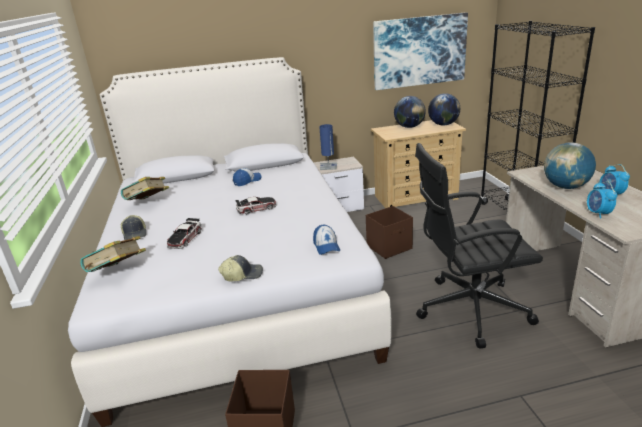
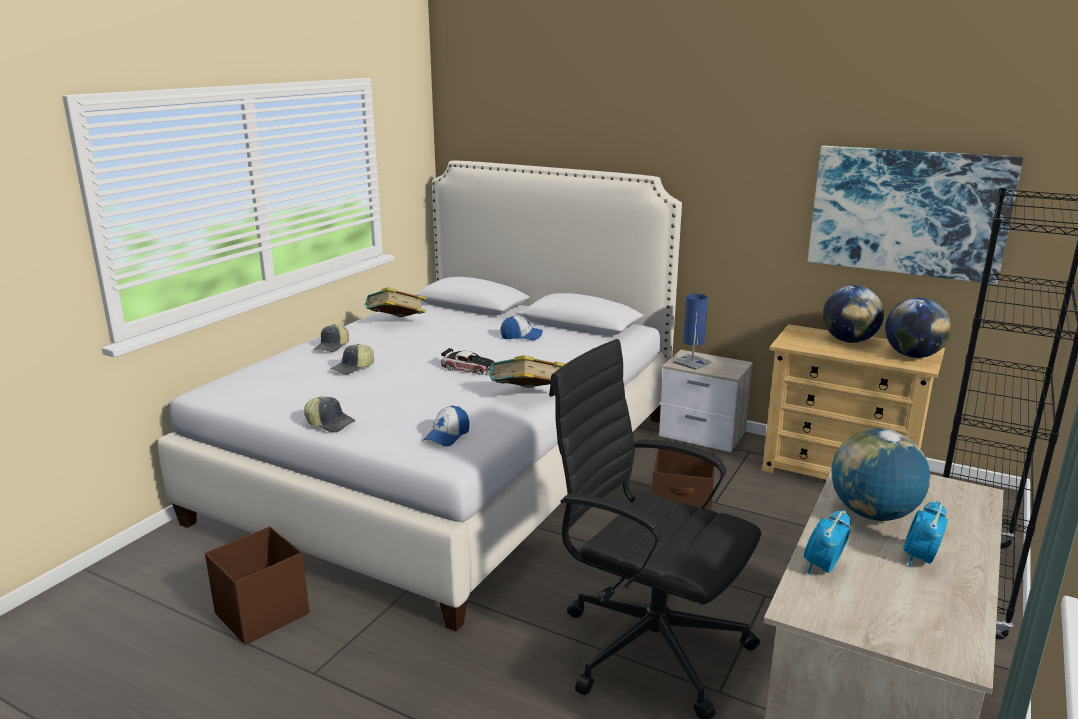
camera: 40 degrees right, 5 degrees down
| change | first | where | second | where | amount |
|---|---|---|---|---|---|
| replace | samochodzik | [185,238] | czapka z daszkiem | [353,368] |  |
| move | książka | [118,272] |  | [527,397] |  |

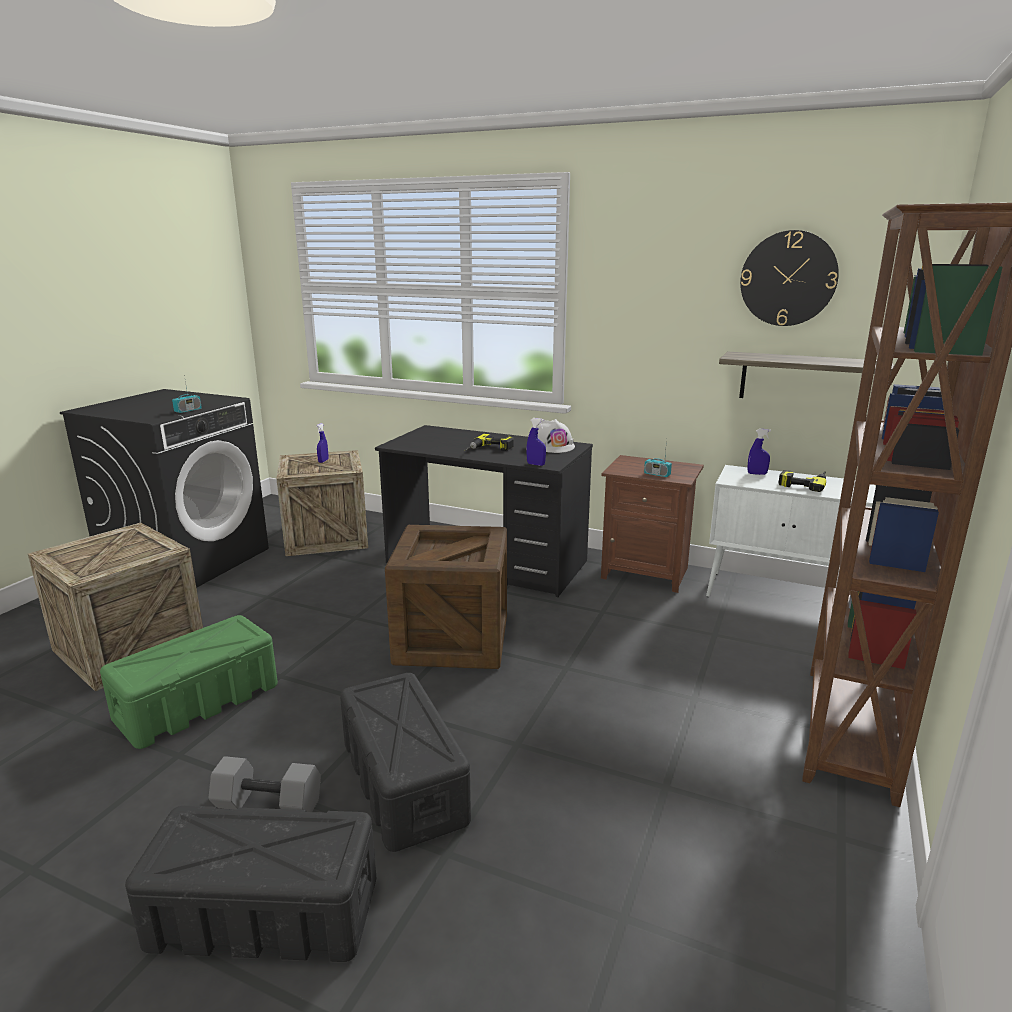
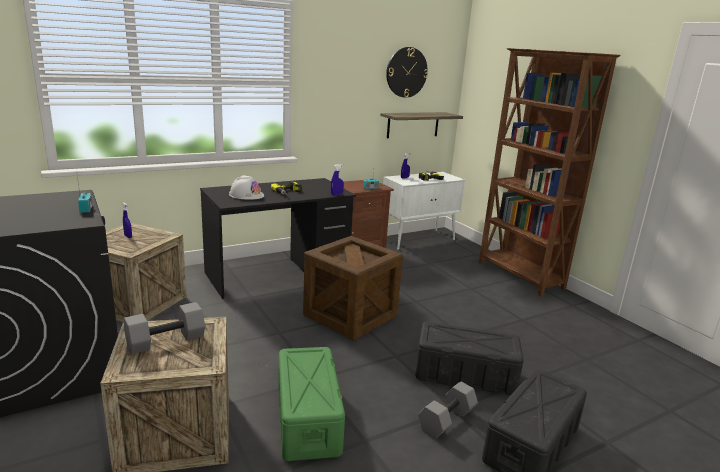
camera: 55 degrees left, 0 degrees up
| change | first | where | second | where | amount |
|---|---|---|---|---|---|
| move | kask [biały] | [552,446] |  | [246,195] |  |
| insert |  |  | hantel [szary] | [166,340] |  |

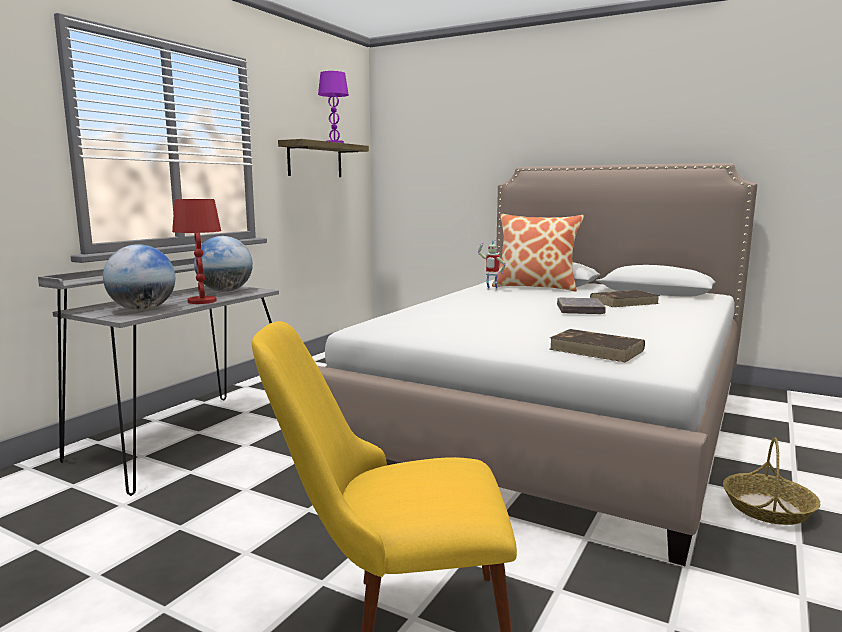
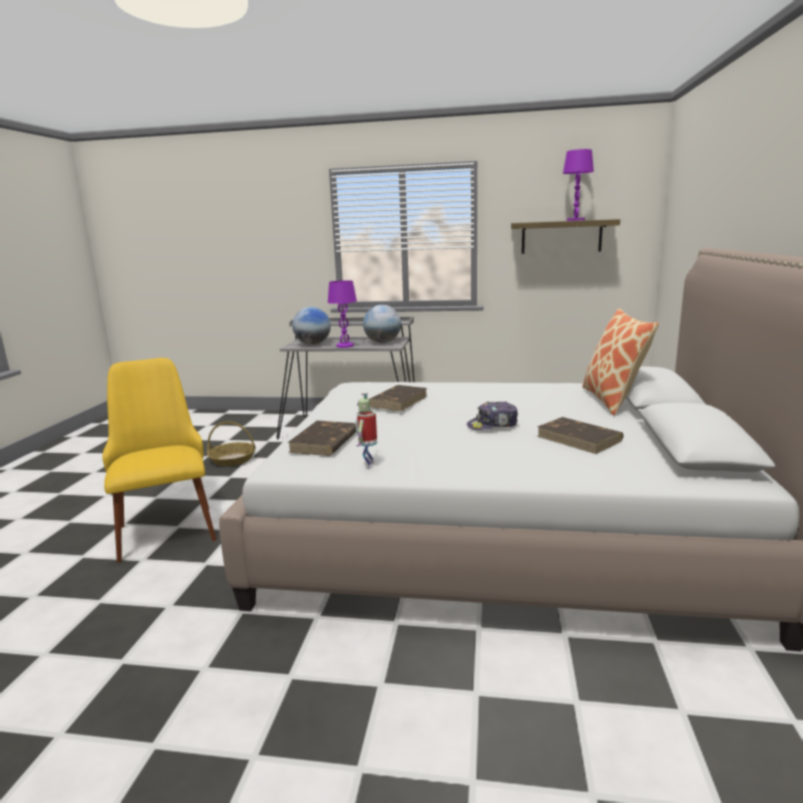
camera: 70 degrees right, 5 degrees up
| change | first | where | second | where | amount |
|---|---|---|---|---|---|
| recolor | lampa stołowa [czerwony] | [202,301] | lampa stołowa [fioletowy] | [345,346] |  |
| move | robot zabawkowy | [491,290] |  | [368,464] |  |
| replace | książka [szary] | [580,310] | czapka z daszkiem | [493,425] |  |
| move | koszyk | [767,508] |  | [233,459] |  |
| insert |  |  | książka [brązowy] | [398,401] |  |

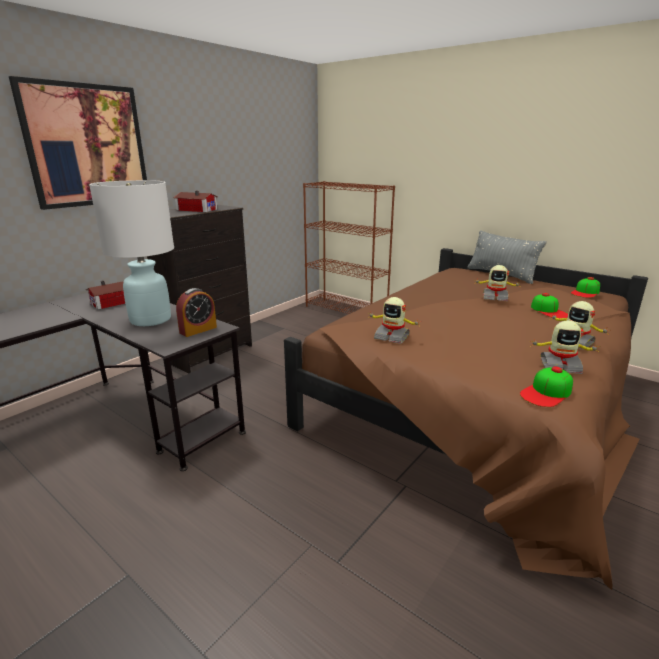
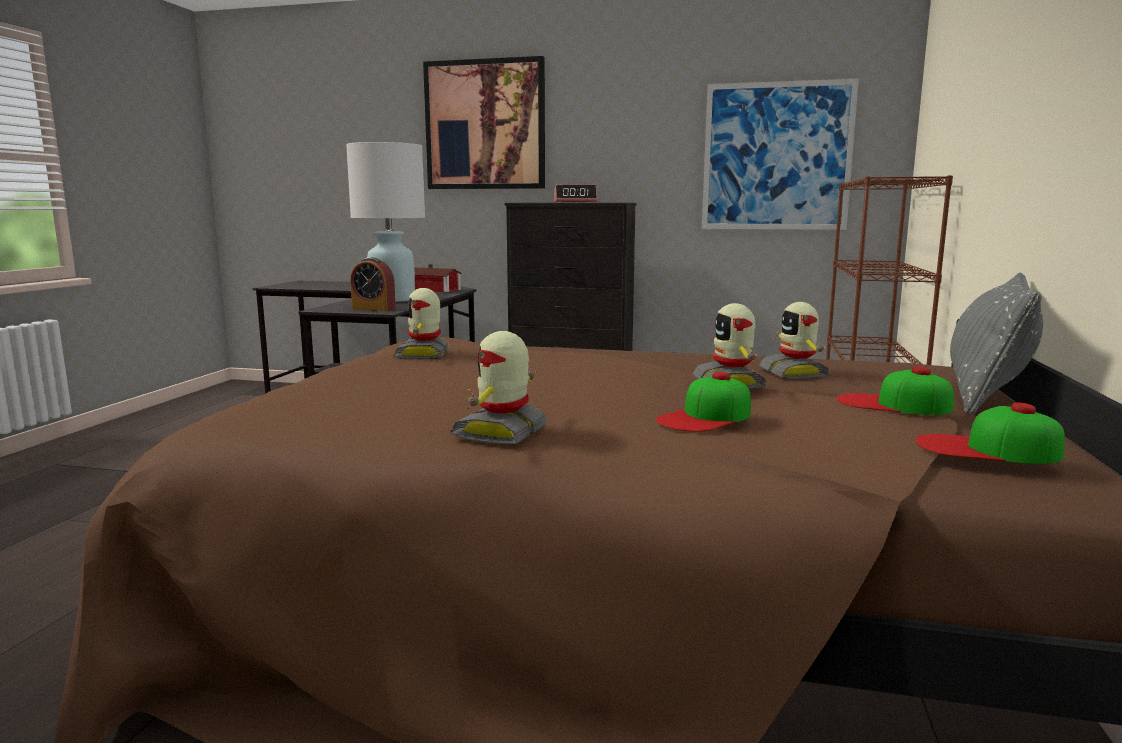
camera: 65 degrees right, 10 degrees down
| change | first | where | second | where | amount |
|---|---|---|---|---|---|
| replace | domek | [196,209] | budzik | [575,202] |  |
| move | robot zabawkowy | [559,365] |  | [794,373] |  |
| move | czapka z daszkiem | [546,392] |  | [892,404] |  |
| insert |  |  | obraz | [776,157] |  |

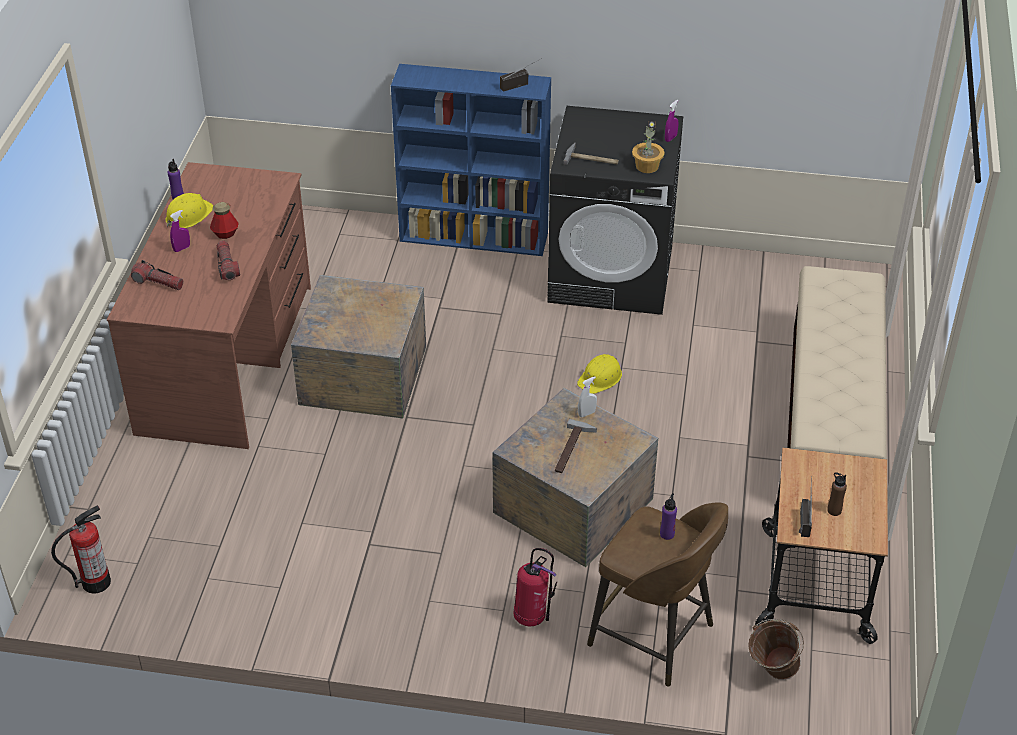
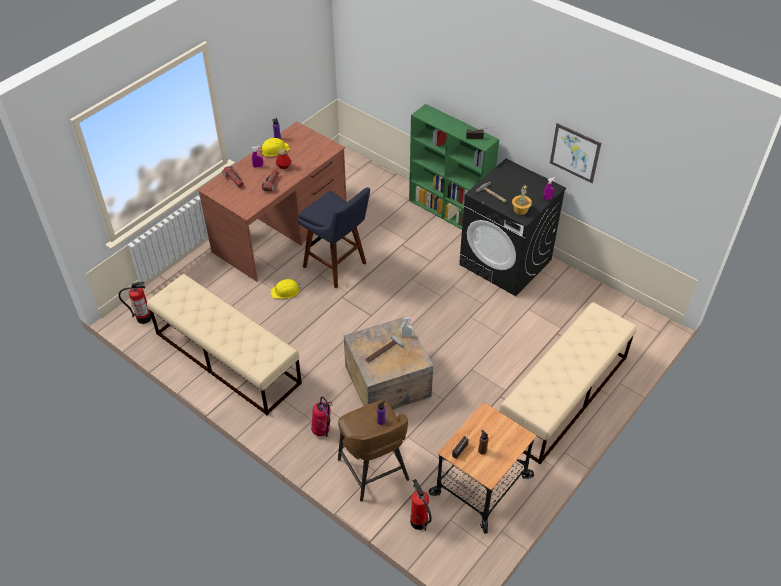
camera: 30 degrees right, 5 degrees up
| change | first | where | second | where | amount |
|---|---|---|---|---|---|
| recolor | regał [niebieski] | [475,237] | regał [zielony] | [449,213] |  |
| replace | skrzynka | [364,376] | stołek [niebieski] | [337,267] |  |
| move | kask [żółty] | [600,378] |  | [285,291] |  |
| replace | wiadro [brązowy] | [771,673] | gaśnica | [419,522] |  |
| insert |  |  | obraz | [575,153] |  |
| insert |  |  | ławka [beżowy] | [227,358] |  |

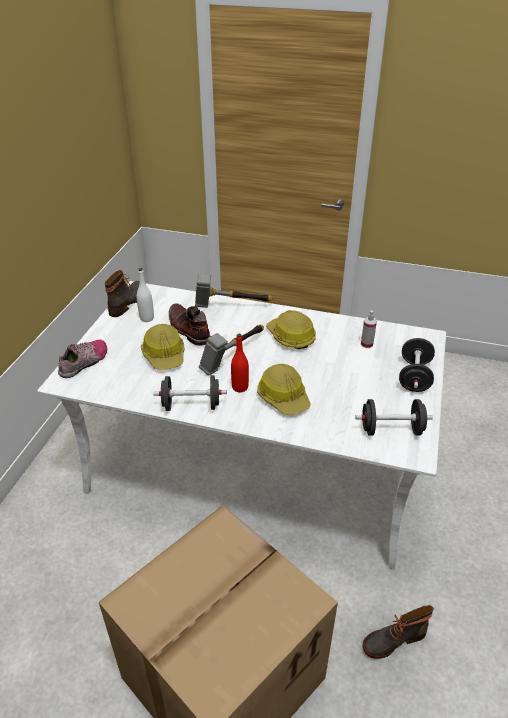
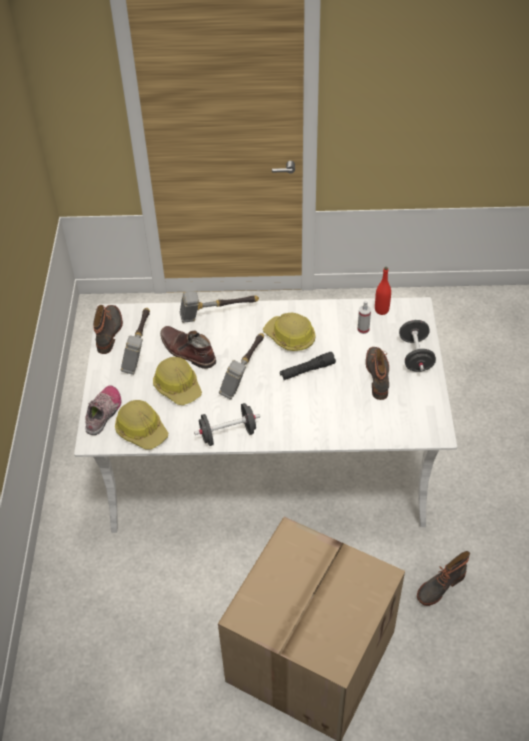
camera: 15 degrees left, 10 degrees up
| change | first | where | second | where | amount |
|---|---|---|---|---|---|
| replace | butelka [biały] | [147,318] | młotek | [139,348] |  |
| move | butelka [czerwony] | [240,387] |  | [381,310] |  |
| move | kask | [283,397] |  | [141,430] |  |
| delete | hantel [czarny] | [391,430] |  |  |  |
| insert |  |  | but z cholewką | [378,375] |  |
| insert |  |  | latarka [czarny] | [307,370] |  |

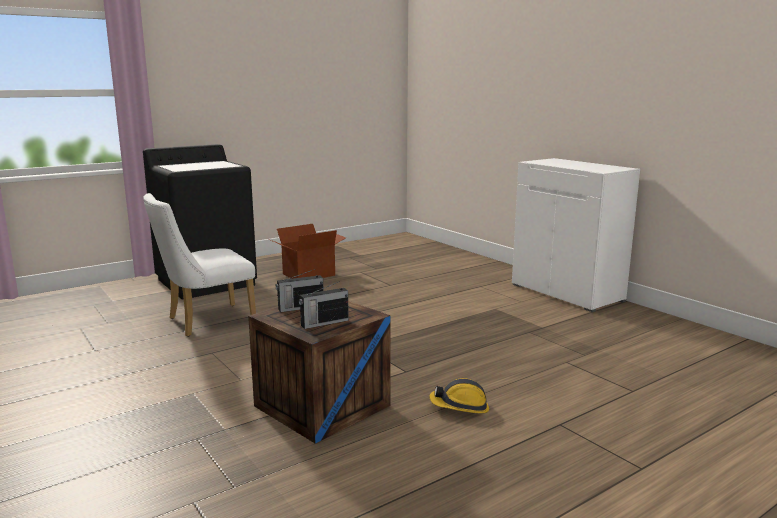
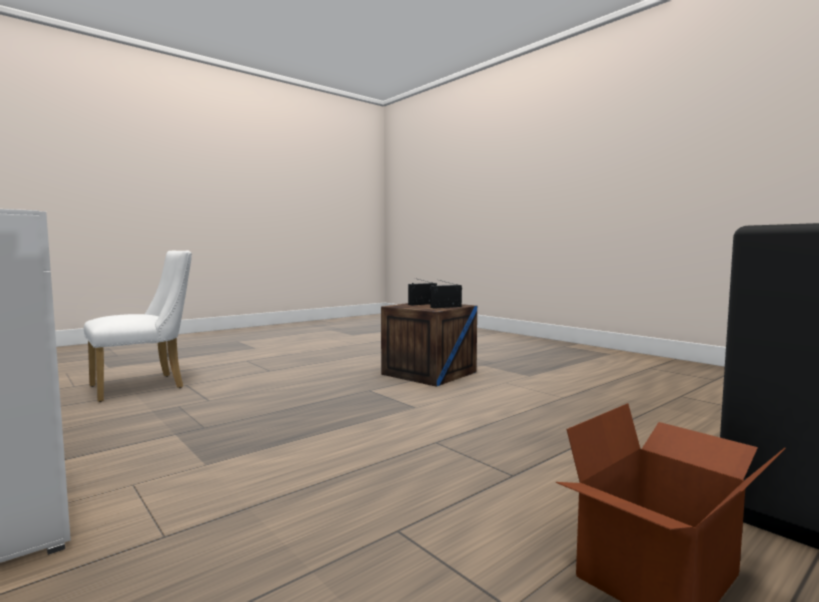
camera: 175 degrees right, 10 degrees down
| change | first | where | second | where | amount |
|---|---|---|---|---|---|
| move | krzesło [biały] | [205,322] |  | [145,386] |  |
| delete | kask | [460,406] |  |  |  |

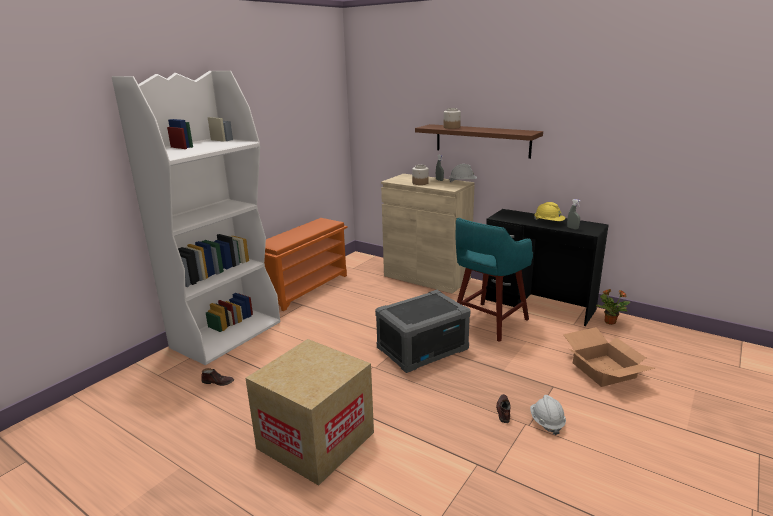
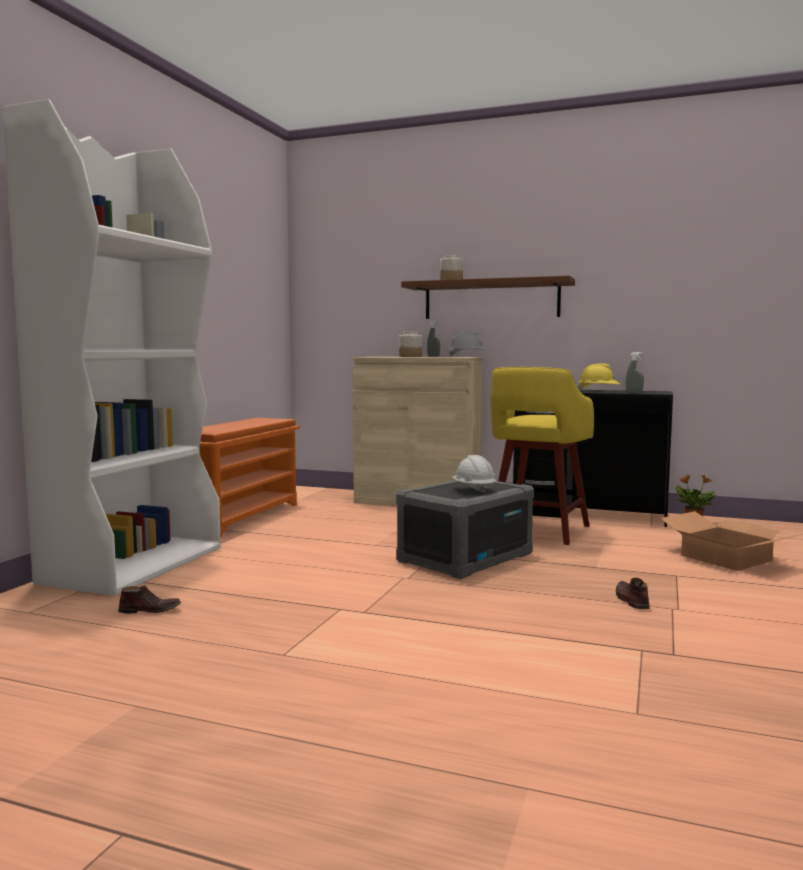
camera: 15 degrees left, 15 degrees down
| change | first | where | second | where | amount |
|---|---|---|---|---|---|
| recolor | stołek [turkusowy] | [488,322] | stołek [żółty] | [537,531] |  |
| delete | karton | [316,440] |  |  |  |
| move | kask [biały] | [546,422] |  | [473,490] |  |

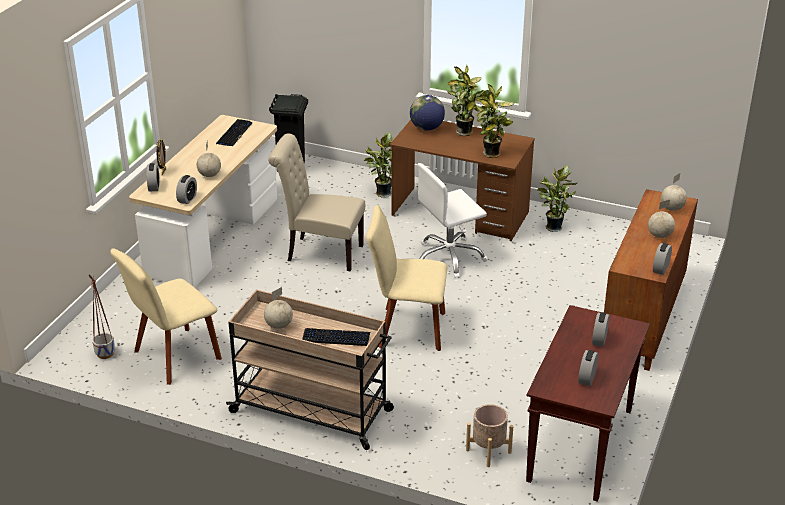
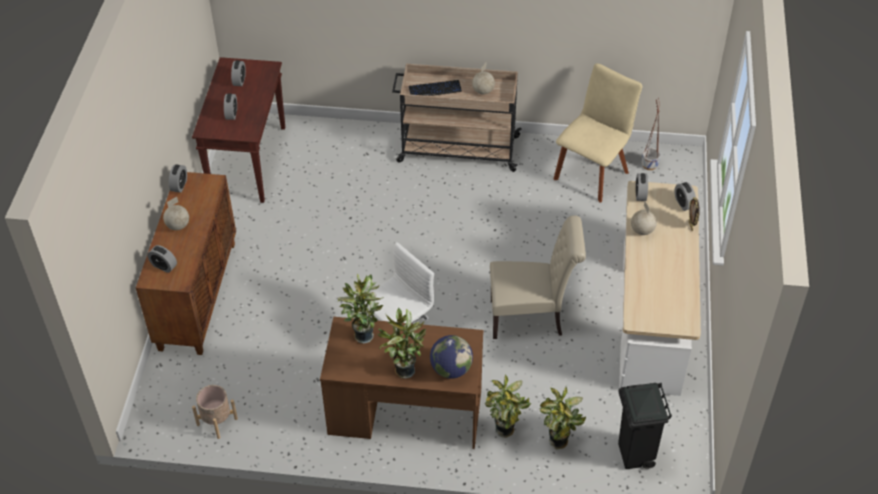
camera: 165 degrees right, 15 degrees up
| change | first | where | second | where | amount |
|---|---|---|---|---|---|
| delete | klawiatura | [234,133] |  |  |  |
| move | roślina doniczkowa | [553,227] |  | [559,443] |  |
| replace | globus | [671,208] | budzik | [164,266] |  |
| delete | krzesło [beżowy] | [407,329] |  |  |  |
| move | donica [beżowy] | [488,451] |  | [217,421] |  |

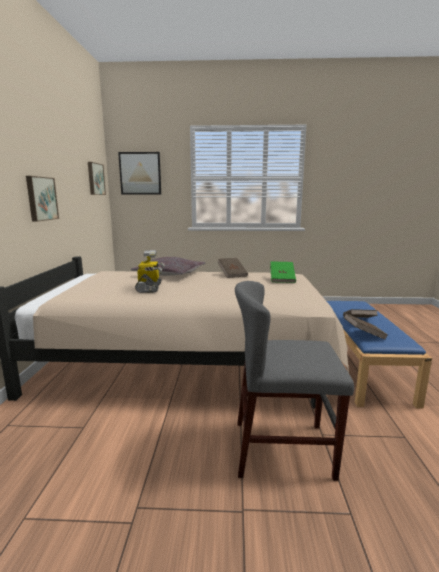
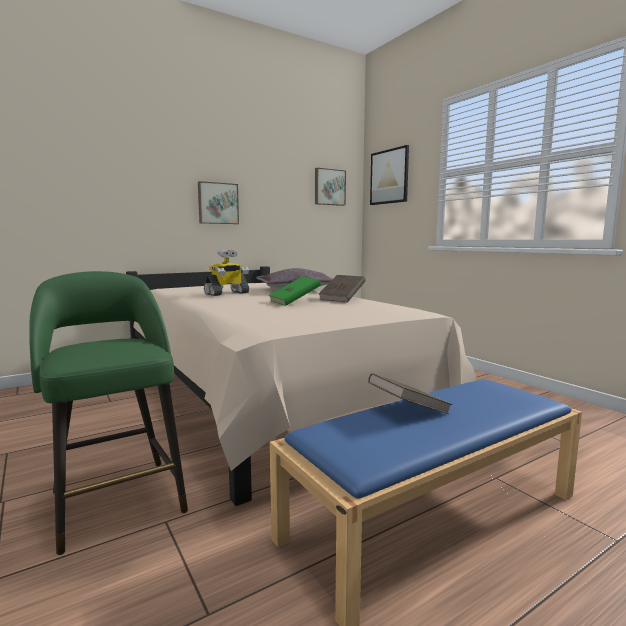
camera: 55 degrees right, 5 degrees down
| change | first | where | second | where | amount |
|---|---|---|---|---|---|
| move | książka [zielony] | [282,279] |  | [294,302] |  |
| replace | krzesło [szary] | [282,449] | stołek [zielony] | [117,499] |  |
| delete | książka [brązowy] | [364,335] |  |  |  |

